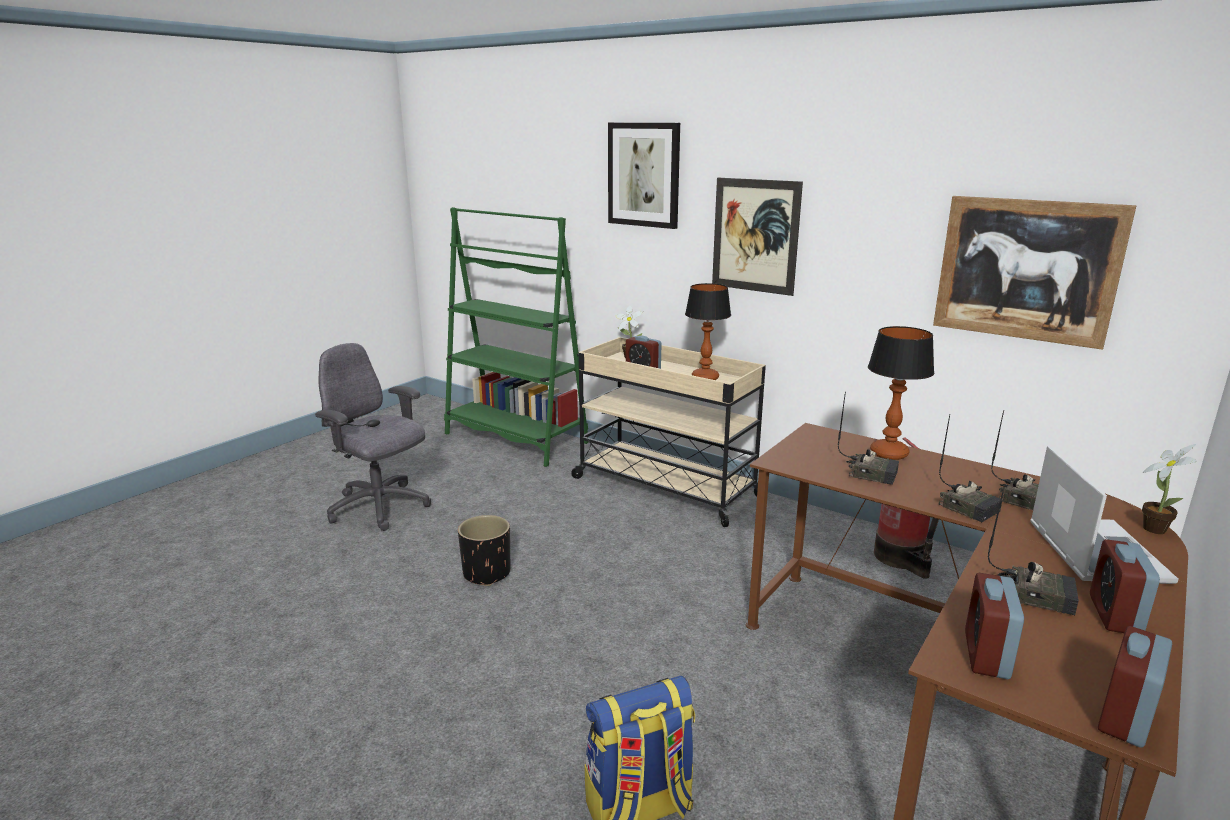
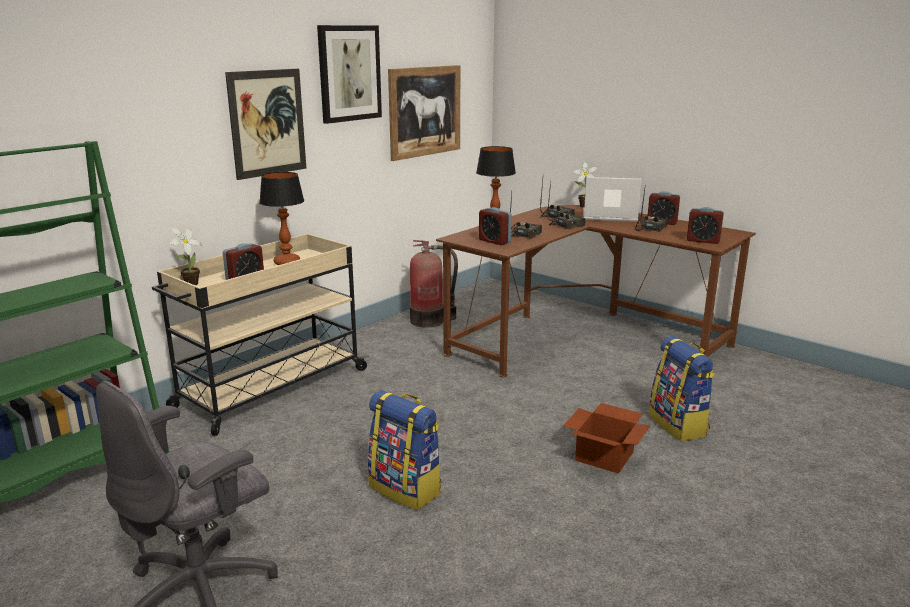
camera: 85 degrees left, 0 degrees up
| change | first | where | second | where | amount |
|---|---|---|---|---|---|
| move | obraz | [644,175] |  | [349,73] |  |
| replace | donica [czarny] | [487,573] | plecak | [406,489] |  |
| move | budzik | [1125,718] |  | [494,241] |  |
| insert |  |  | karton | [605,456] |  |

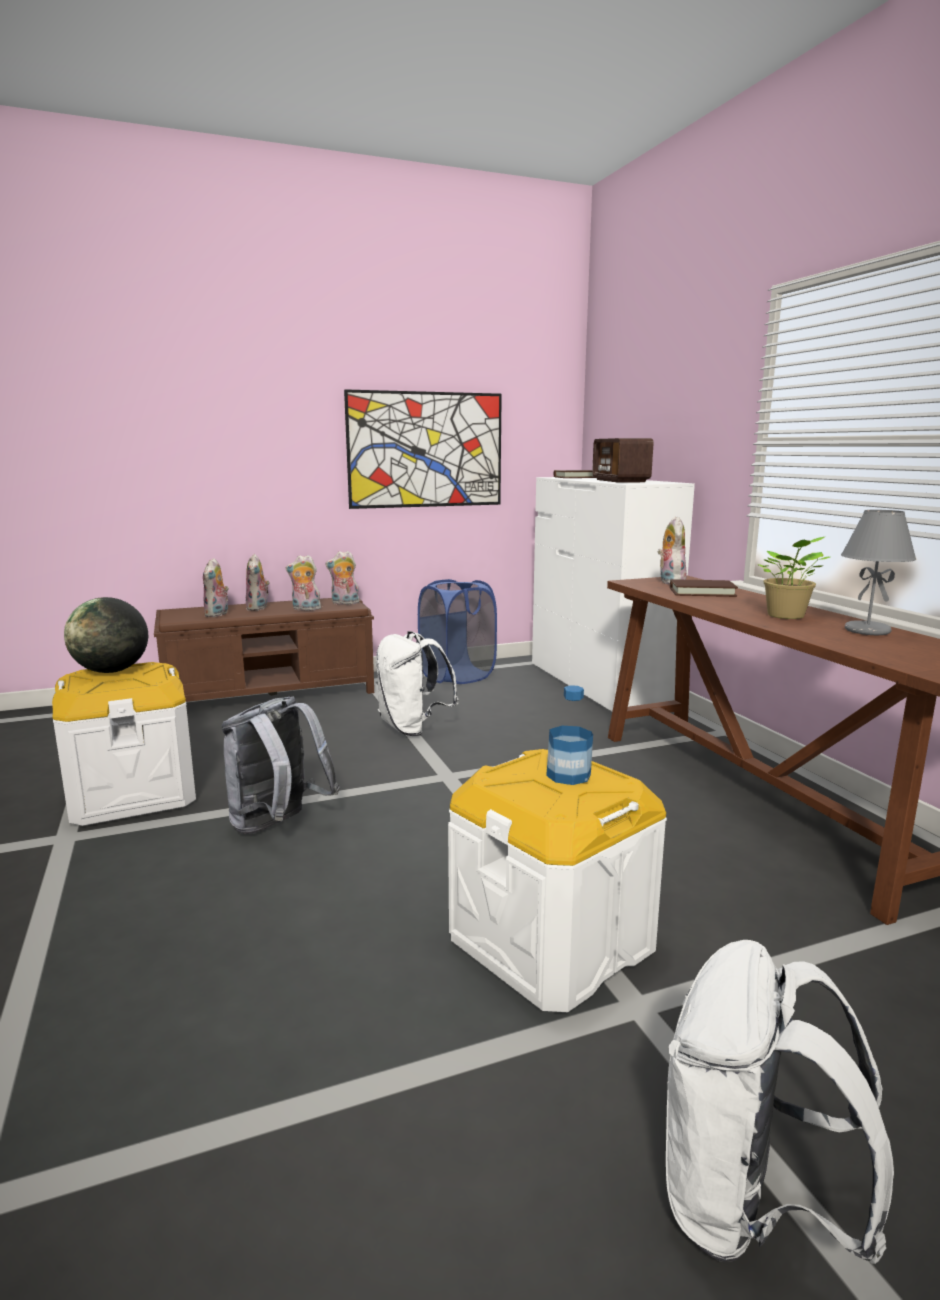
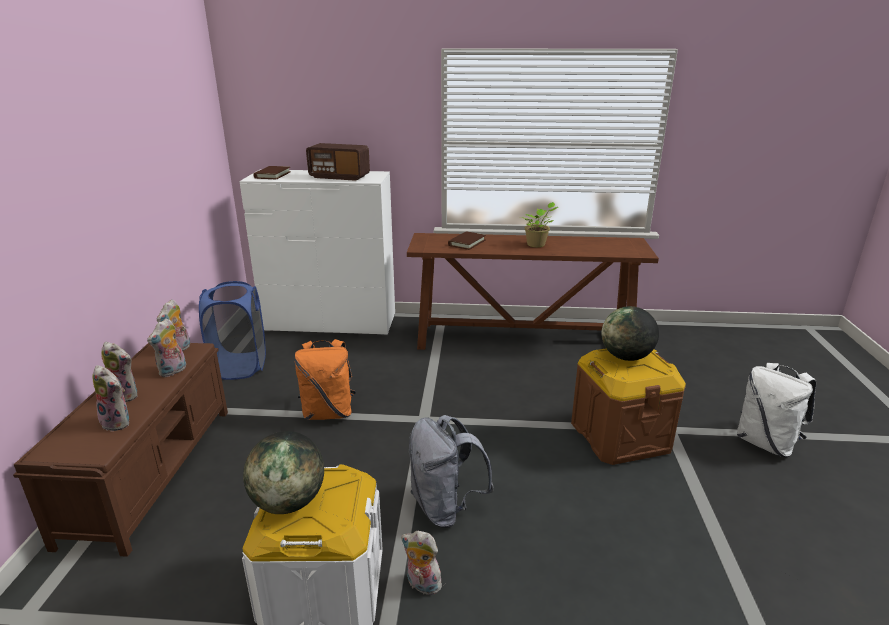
camera: 65 degrees left, 10 degrees up
| change | first | where | second | where | amount |
|---|---|---|---|---|---|
| delete | obraz | [426,450] |  |  |  |
| delete | lampa stołowa [szary] | [866,631] |  |  |  |
| move | pluszak | [669,582] |  | [421,585] |  |
| recolor | plecak [biały] | [413,728] | plecak [pomarańczowy] | [328,413] |  |
| replace | butelka | [568,775] | globus | [626,357] |  |
| recolor | pojemnik do przechowywania [biały] | [551,942] | pojemnik do przechowywania [brązowy] | [620,436] |  |

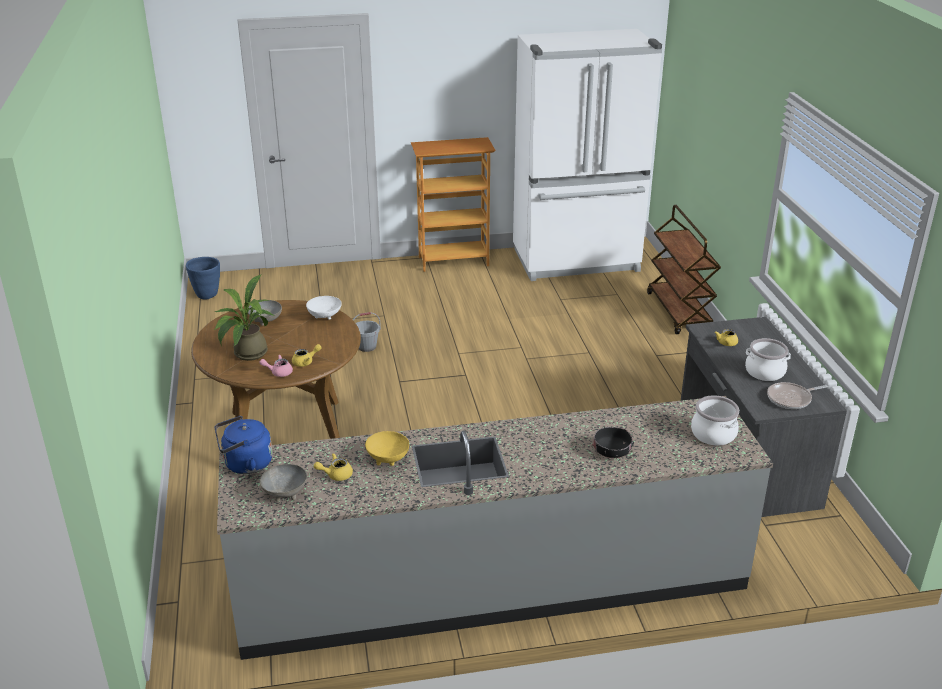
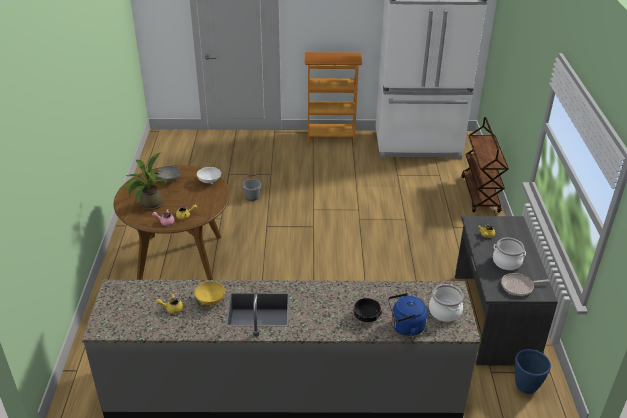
camera: 10 degrees right, 5 degrees up
| change | first | where | second | where | amount |
|---|---|---|---|---|---|
| move | donica [niebieski] | [207,295] |  | [526,386] |  |
| move | czajnik [niebieski] | [245,464] |  | [405,327] |  |
| delete | miska [szary] | [285,493] |  |  |  |

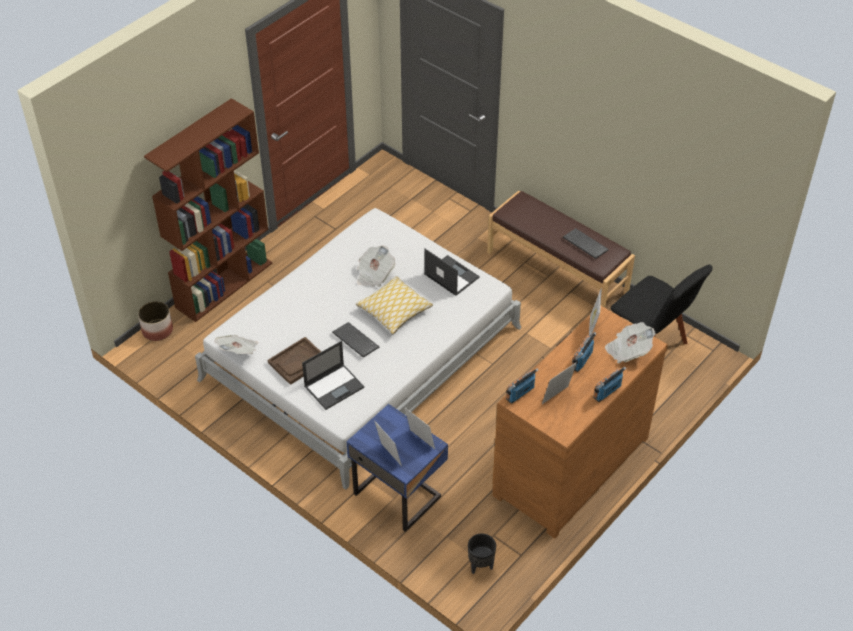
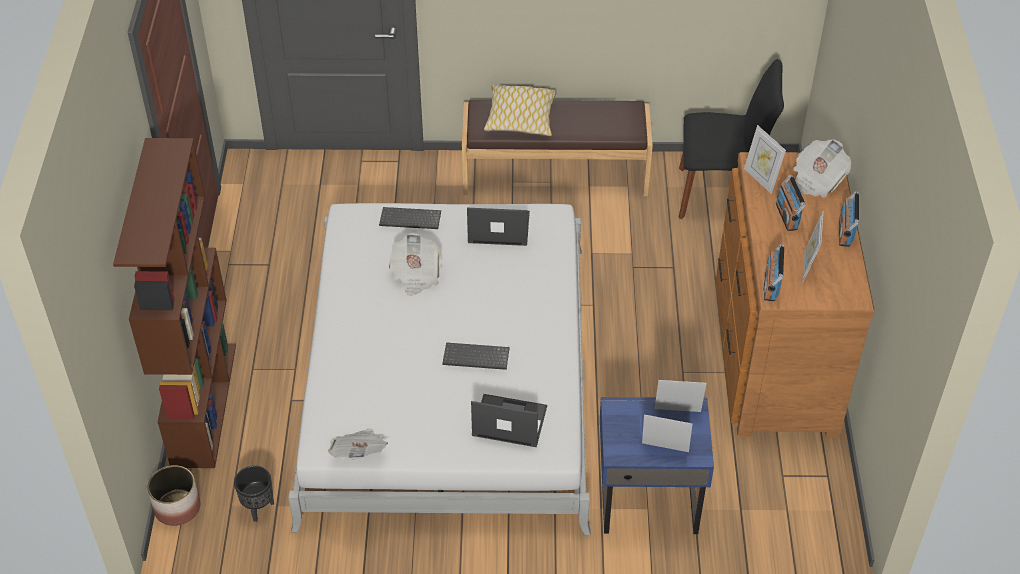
camera: 40 degrees left, 0 degrees up
| change | first | where | second | where | amount |
|---|---|---|---|---|---|
| move | klawiatura | [584,244] |  | [409,220] |  |
| move | poduszka | [394,311] |  | [521,118] |  |
| delete | taca [brązowy] | [298,362] |  |  |  |
| rotate | laptop | [334,386] |  | [508,421] | 90 degrees counterclockwise |
| move | donica [czarny] | [480,565] |  | [258,508] |  |

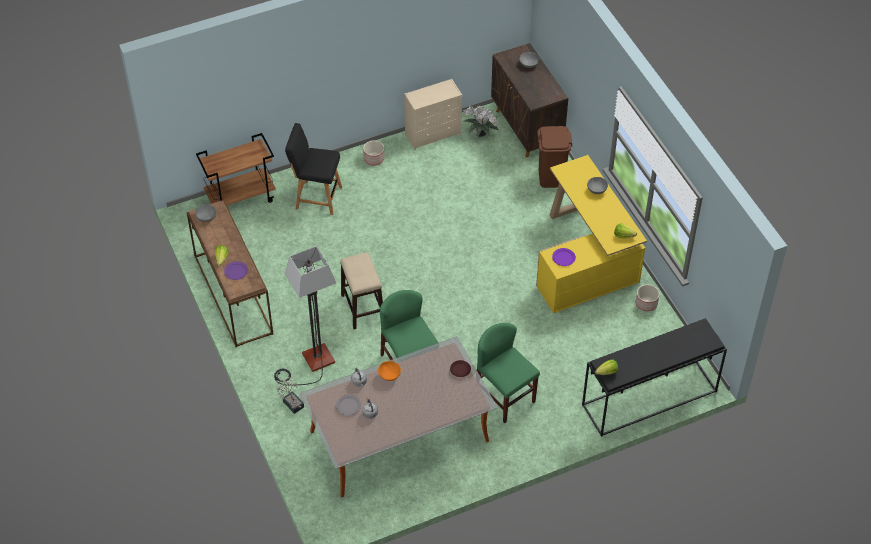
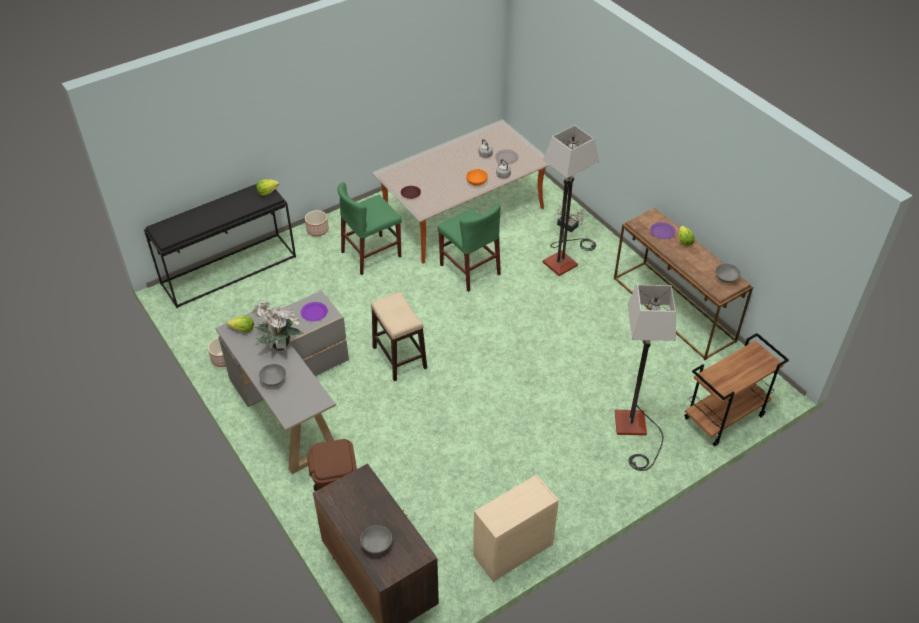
camera: 170 degrees right, 5 degrees down
| change | first | where | second | where | amount |
|---|---|---|---|---|---|
| move | roślina doniczkowa | [481,134] |  | [279,345] |  |
| replace | krzesło [czarny] | [316,197] | lampa stojąca | [634,432] |  |
| move | donica | [374,158] |  | [317,230] |  |
| recolor | biurko [żółty] | [585,259] | biurko [szary] | [292,399] |  |
| move | stołek | [362,307] |  | [400,358] |  |
| rotate | krzesło [zielony] | [504,397] |  | [371,254] | 105 degrees clockwise |

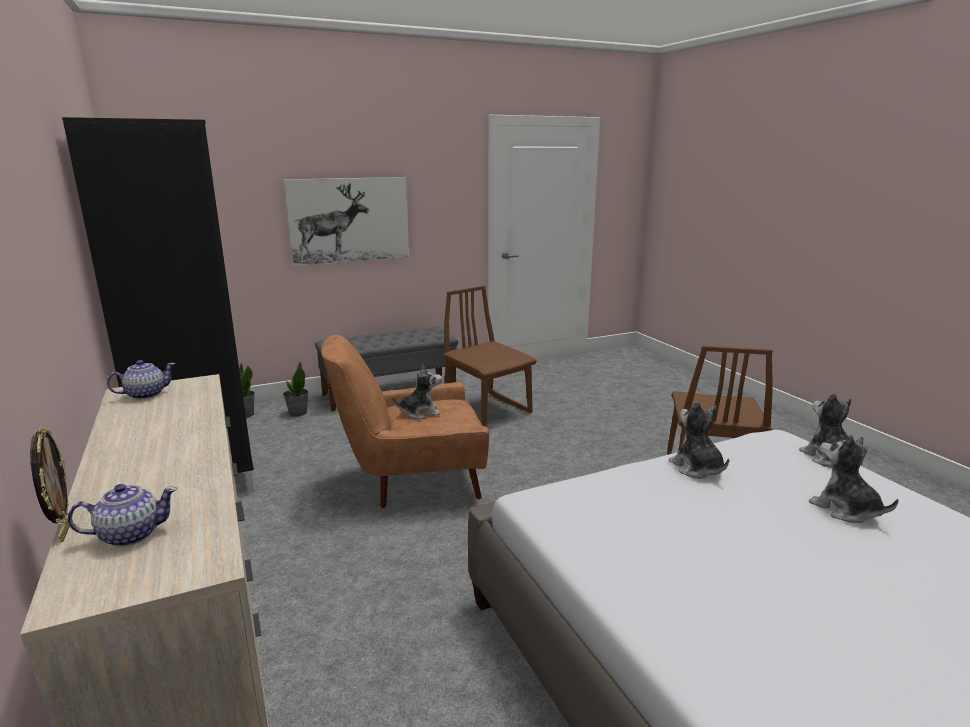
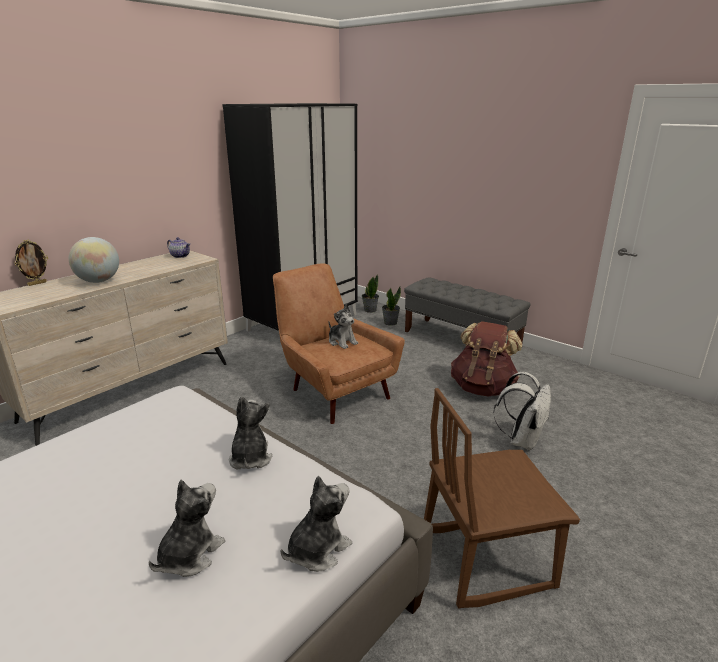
camera: 65 degrees right, 5 degrees up
| change | first | where | second | where | amount |
|---|---|---|---|---|---|
| delete | obraz | [349,220] |  |  |  |
| replace | krzesło [brązowy] | [488,410] | plecak [brązowy] | [483,388] |  |
| rotate | pluszak | [697,468] |  | [250,458] | 45 degrees counterclockwise |
| delete | imbryk | [130,534] |  |  |  |
| insert |  |  | globus | [99,281] |  |
| insert |  |  | plecak [biały] | [522,440] |  |

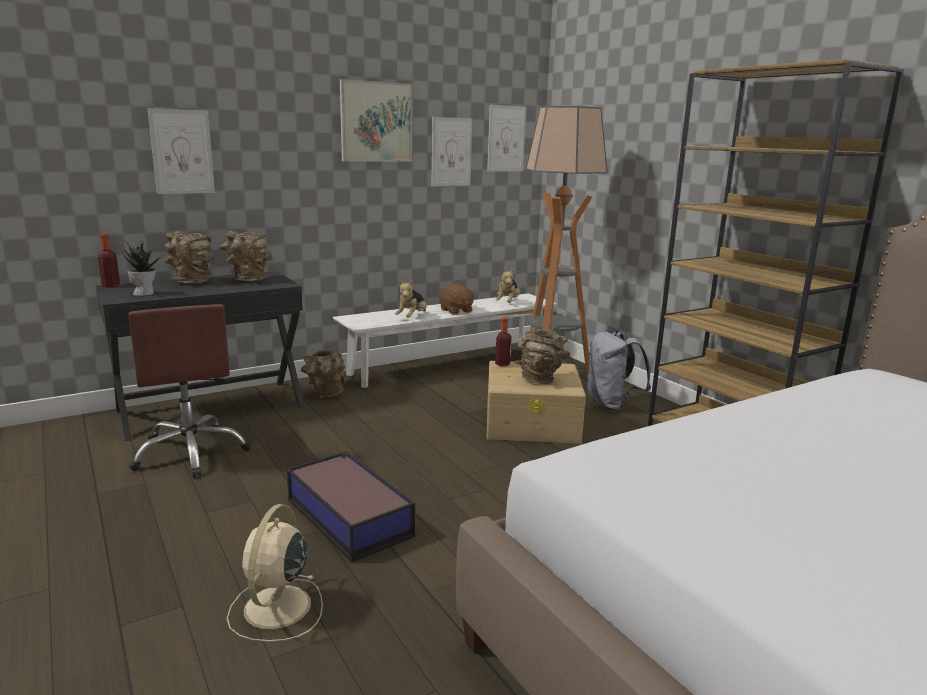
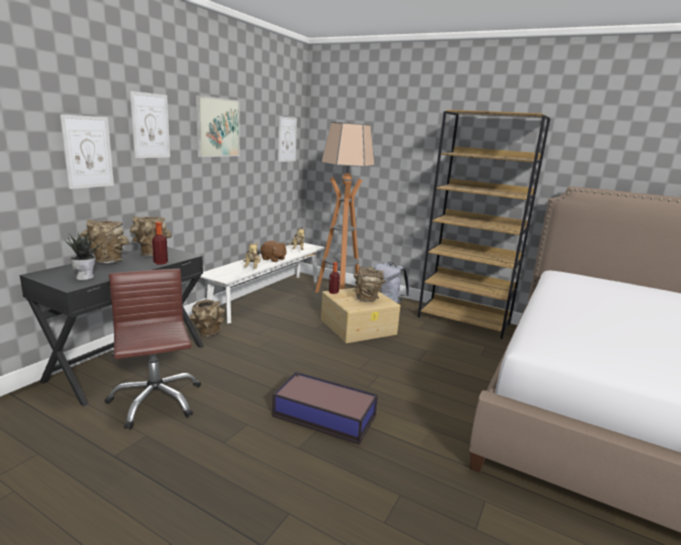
camera: 30 degrees left, 0 degrees up
| change | first | where | second | where | amount |
|---|---|---|---|---|---|
| move | obraz | [451,152] |  | [150,126] |  |
| move | butelka | [111,286] |  | [160,263] |  |
| rotate | krzesło biurowe [brązowy] | [191,452] |  | [155,401] | 150 degrees counterclockwise |
| delete | wentylator [beżowy] | [276,609] |  |  |  |

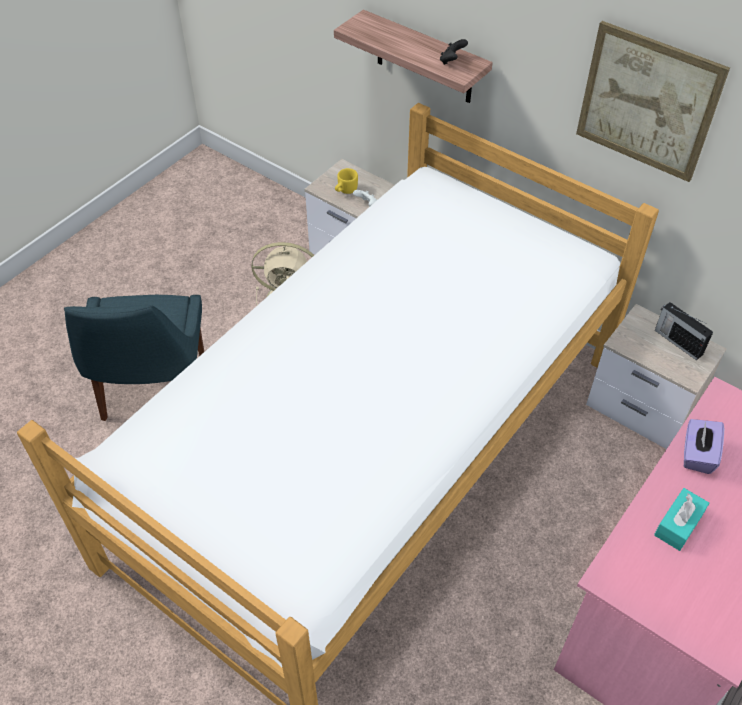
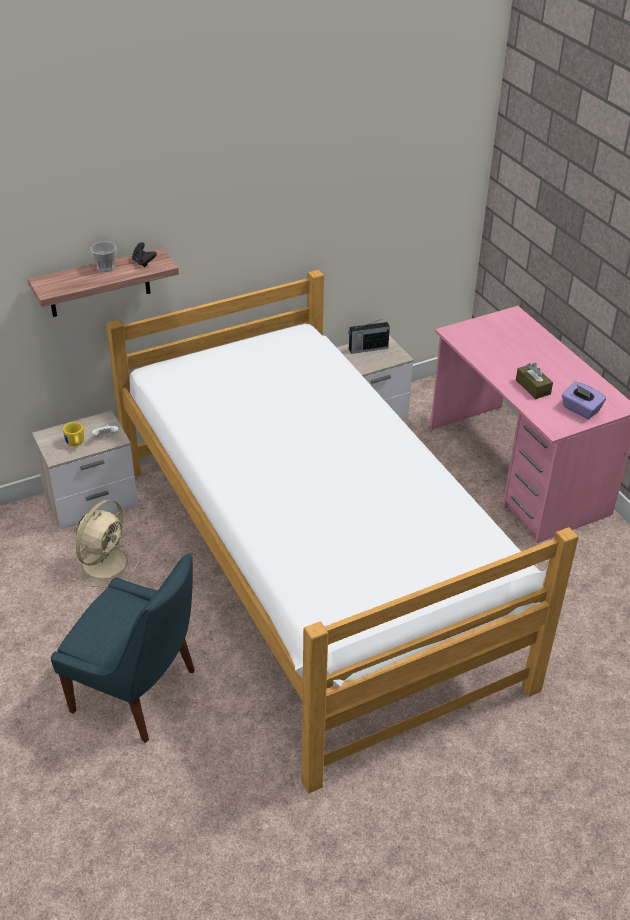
camera: 65 degrees left, 10 degrees down
| change | first | where | second | where | amount |
|---|---|---|---|---|---|
| delete | obraz | [647,102] |  |  |  |
| move | pudełko chusteczek [fioletowy] | [697,454] |  | [580,409] |  |
| recolor | pudełko chusteczek [turkusowy] | [678,524] | pudełko chusteczek [brązowy] | [533,387] |  |
| insert |  |  | filiżanka | [105,267] |  |

